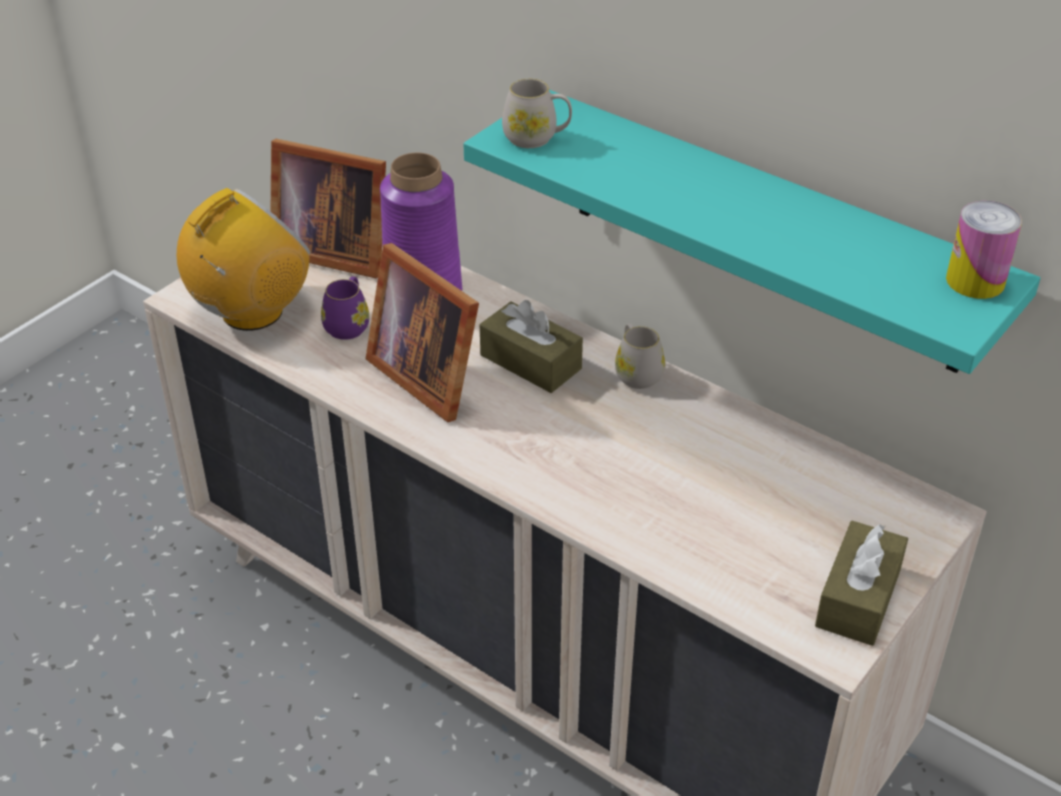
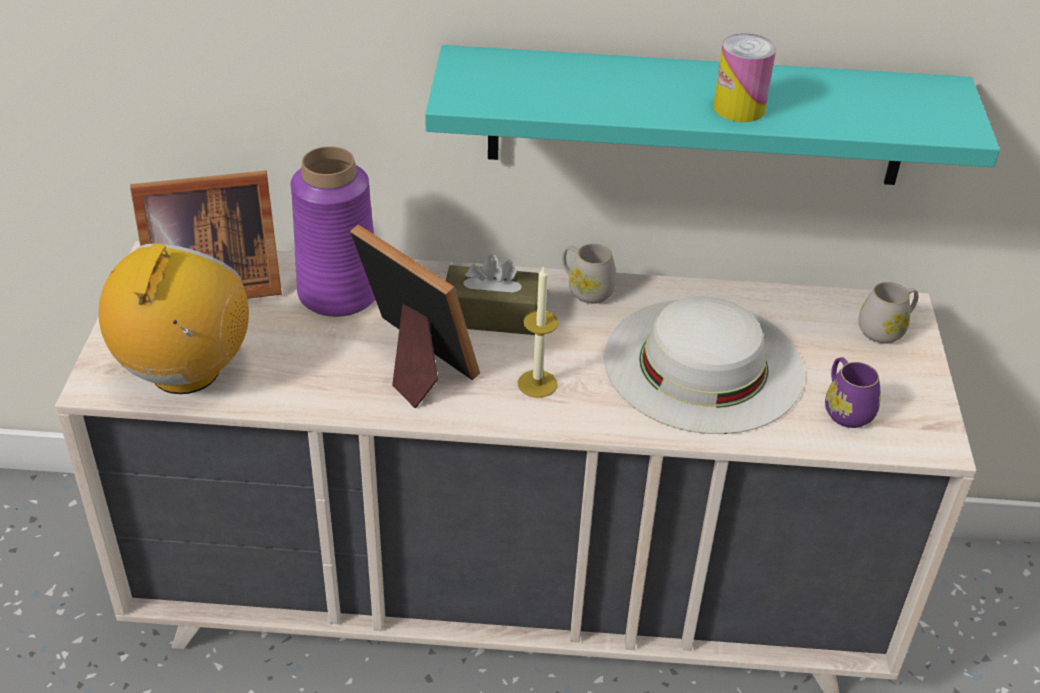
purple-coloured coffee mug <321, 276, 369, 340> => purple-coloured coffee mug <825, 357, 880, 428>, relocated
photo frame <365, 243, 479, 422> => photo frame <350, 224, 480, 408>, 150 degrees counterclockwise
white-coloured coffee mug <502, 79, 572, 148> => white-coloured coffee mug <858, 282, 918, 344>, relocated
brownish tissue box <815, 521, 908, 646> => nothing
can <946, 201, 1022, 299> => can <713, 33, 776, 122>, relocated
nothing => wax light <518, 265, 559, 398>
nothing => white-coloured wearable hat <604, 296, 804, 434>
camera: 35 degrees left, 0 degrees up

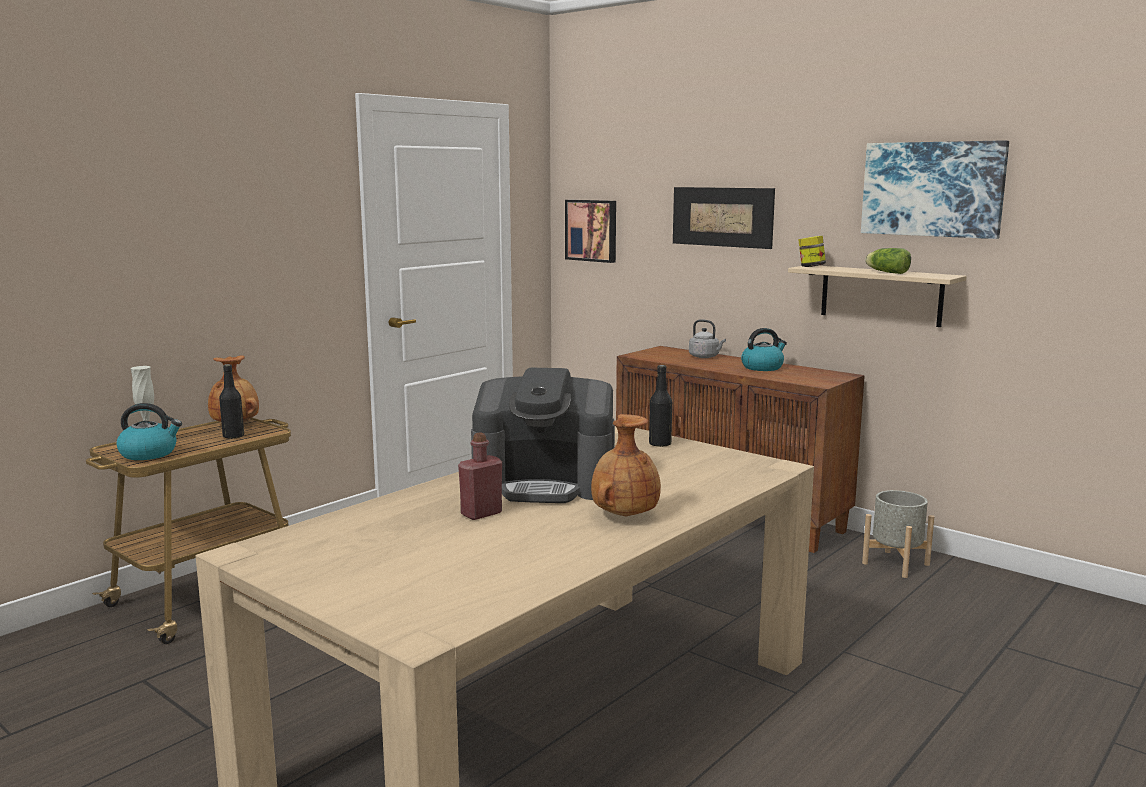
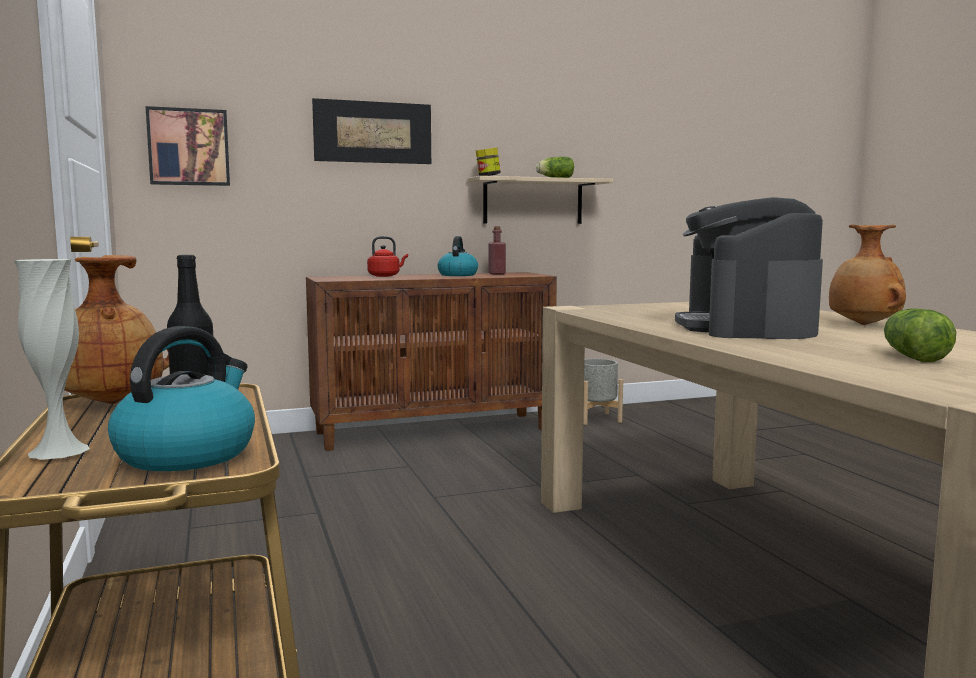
red-coloured beverage bottle <458, 433, 502, 520> => red-coloured beverage bottle <488, 226, 506, 275>, relocated
coffee maker <471, 367, 615, 503> => coffee maker <675, 197, 823, 339>, 150 degrees clockwise
black beverage bottle <649, 365, 672, 447> => nothing
greyish kettle <689, 319, 726, 358> => red-coloured kettle <367, 236, 408, 277>
picture <861, 140, 1009, 239> => nothing
nothing => lettuce <884, 308, 956, 362>
camera: 60 degrees left, 5 degrees down

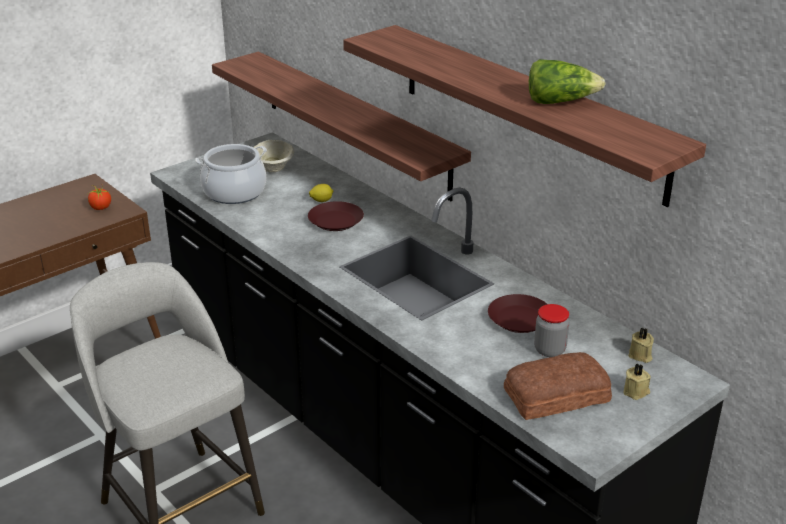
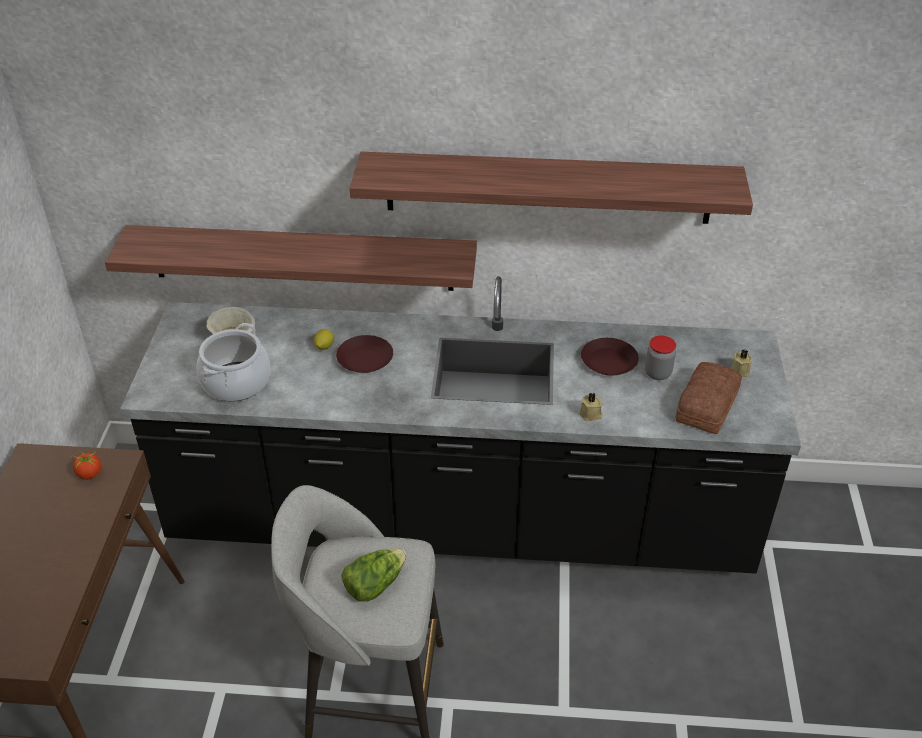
lettuce <529, 59, 606, 104> => lettuce <341, 548, 407, 602>, relocated
beige-coloured wax light <628, 328, 654, 363> => beige-coloured wax light <579, 393, 603, 421>, relocated
camera: 45 degrees left, 10 degrees up

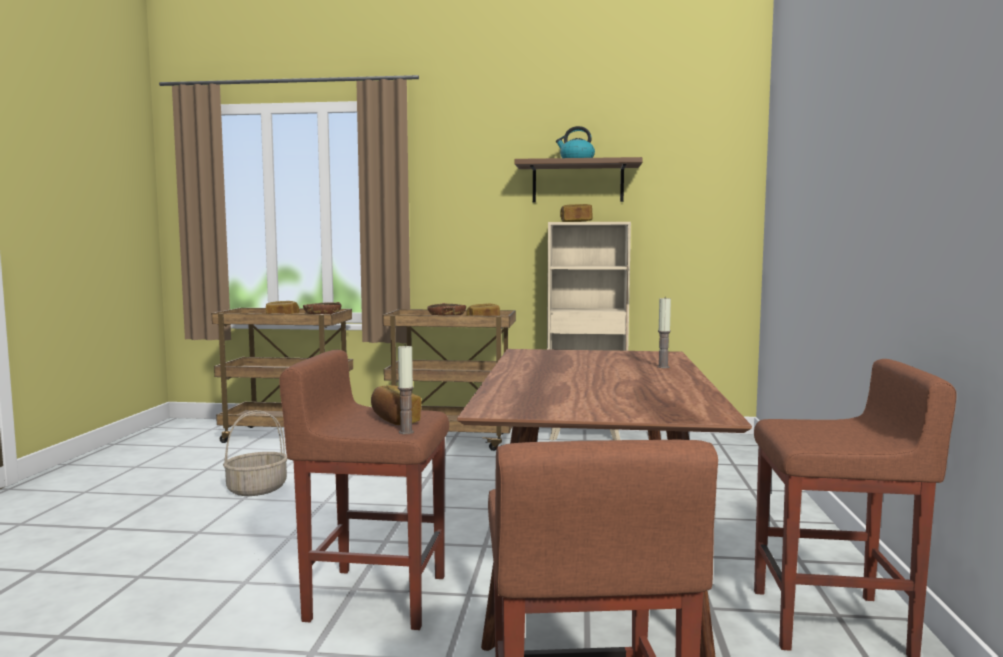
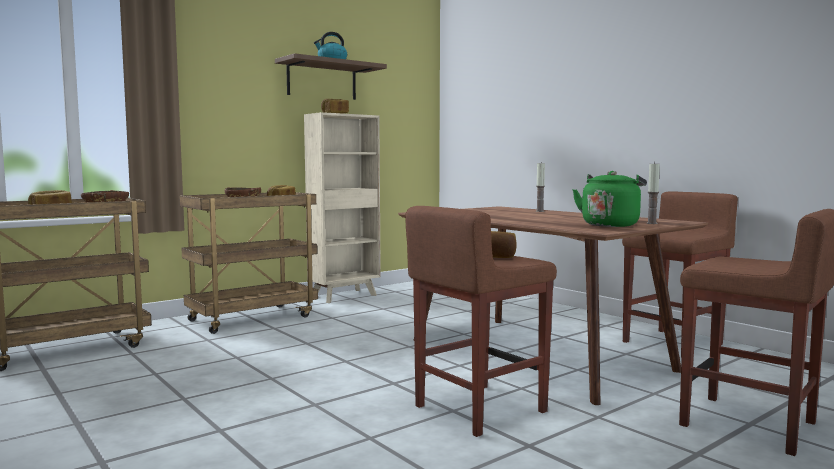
storage basket <223, 410, 288, 496> => nothing
wax light <398, 346, 414, 434> => wax light <647, 162, 660, 224>, relocated
nothing => greenish kettle <572, 171, 647, 227>
camera: 45 degrees left, 0 degrees up

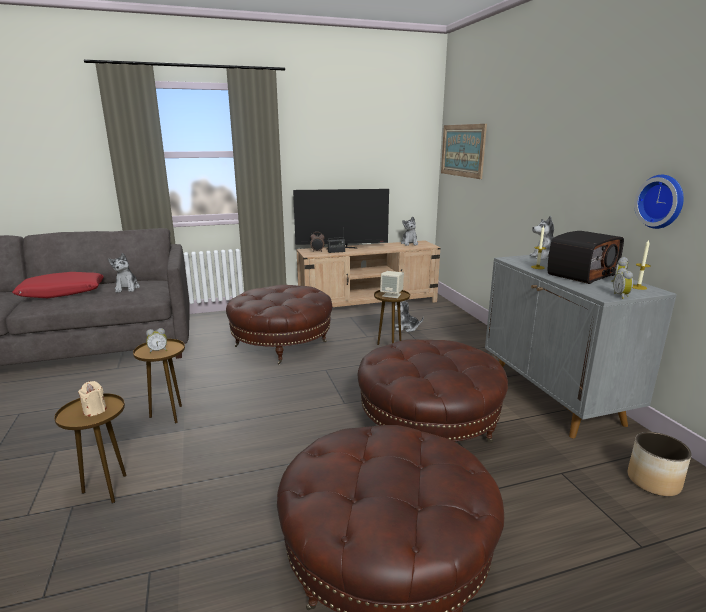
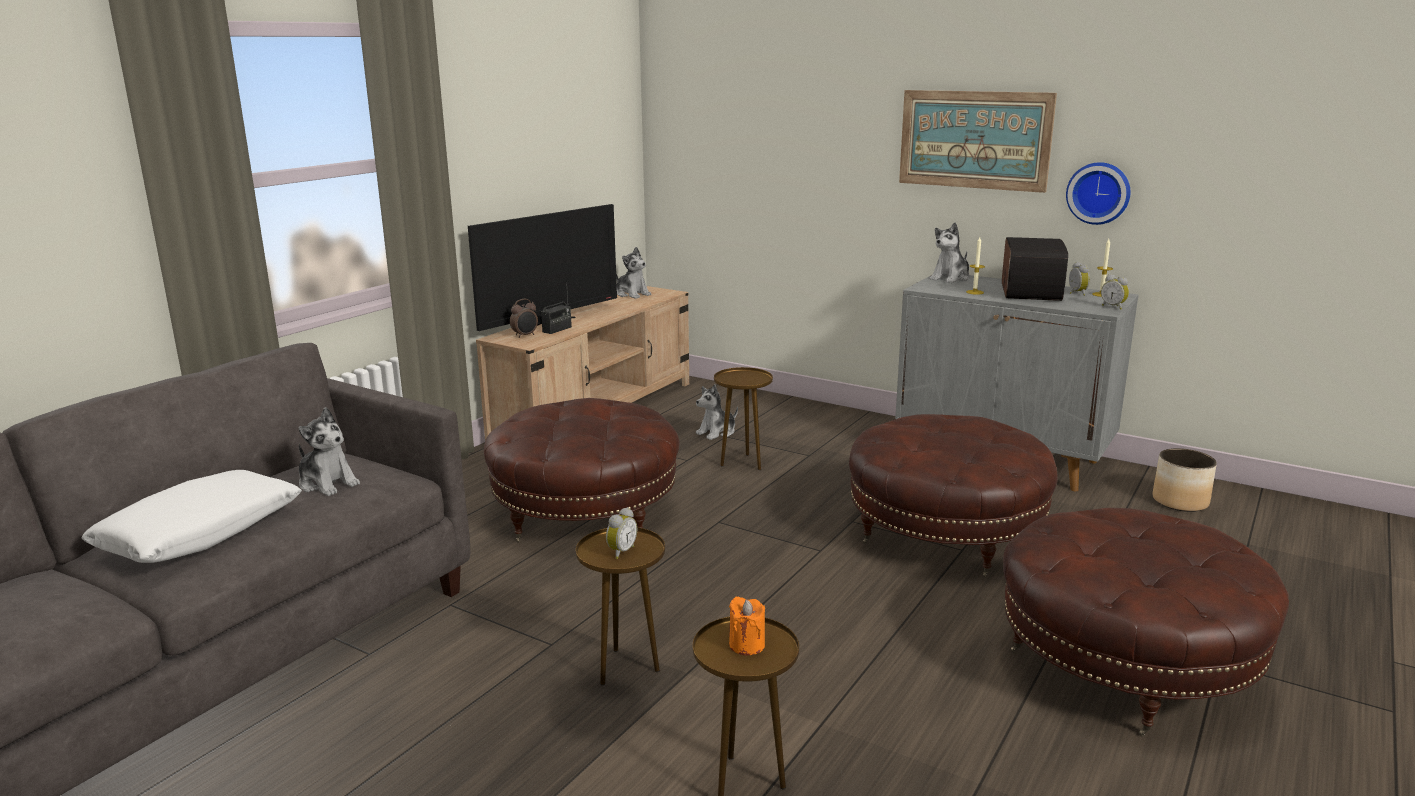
red-coloured pillow <12, 272, 104, 298> => white-coloured pillow <82, 470, 302, 563>
beige-coloured wax light <78, 381, 106, 416> => orange wax light <729, 597, 765, 655>
beige-coloured loudspeaker <380, 271, 404, 298> => nothing
picture <441, 124, 487, 179> => picture <899, 90, 1057, 193>, relocated
camera: 40 degrees left, 0 degrees up

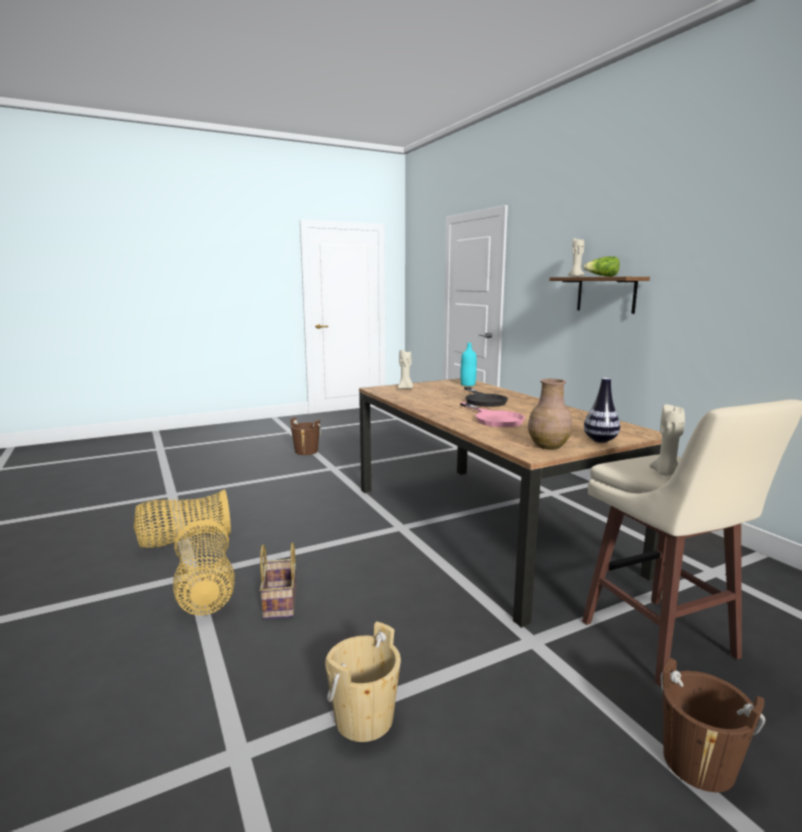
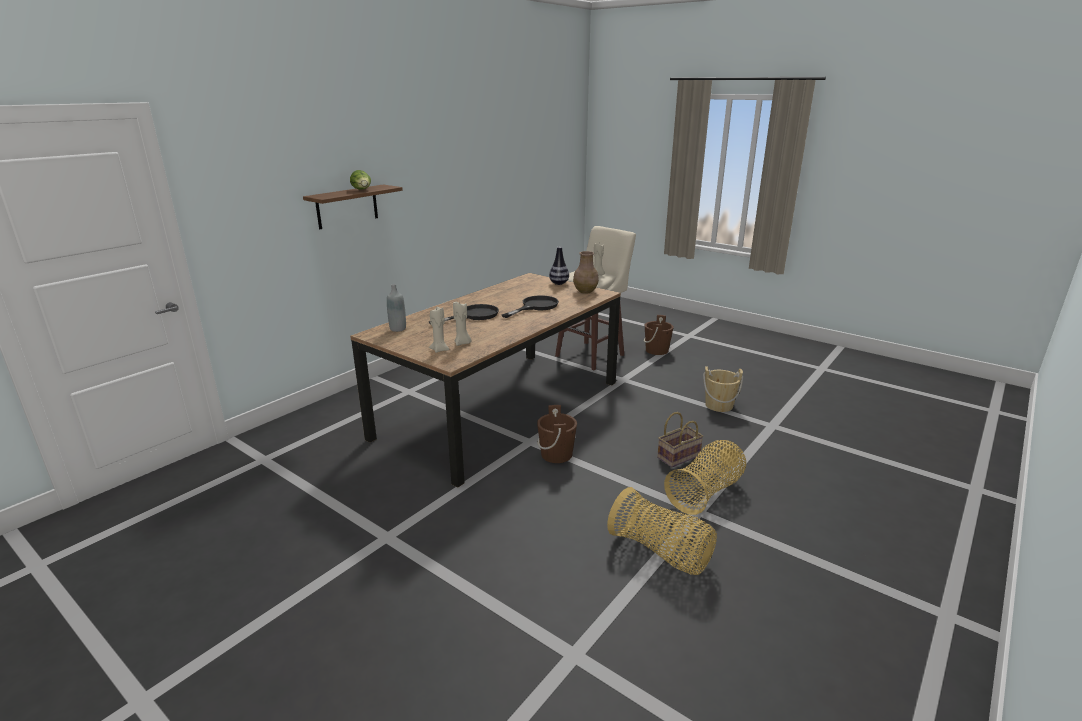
brownish pail <290, 417, 321, 455> => brownish pail <537, 405, 577, 463>, relocated
pinkish skillet <460, 402, 525, 427> => black skillet <502, 295, 559, 318>
blue-green beverage bottle <461, 343, 477, 386> => greyish beverage bottle <387, 284, 406, 332>
beige-coloured wax light <568, 238, 585, 277> => beige-coloured wax light <453, 301, 471, 346>, relocated
camera: 115 degrees left, 10 degrees up

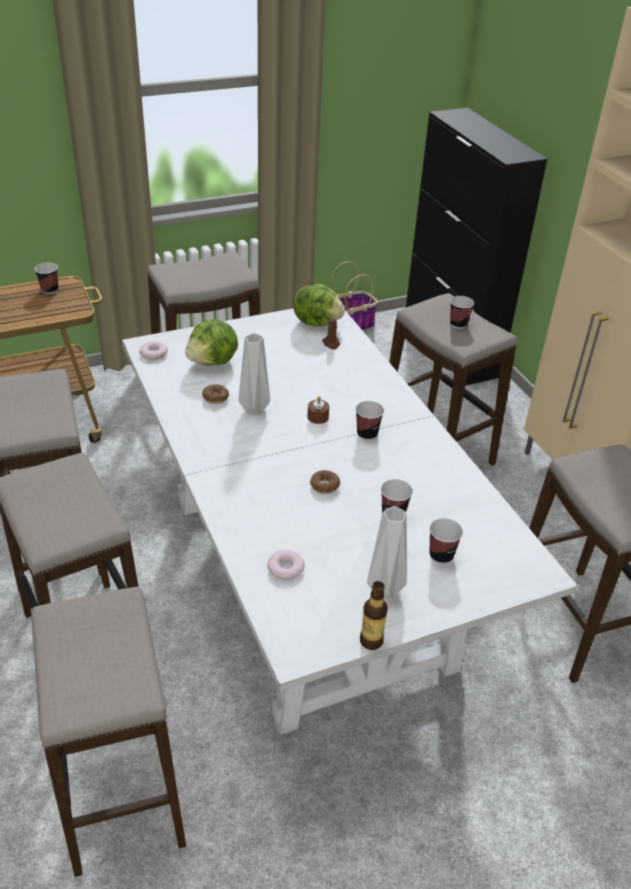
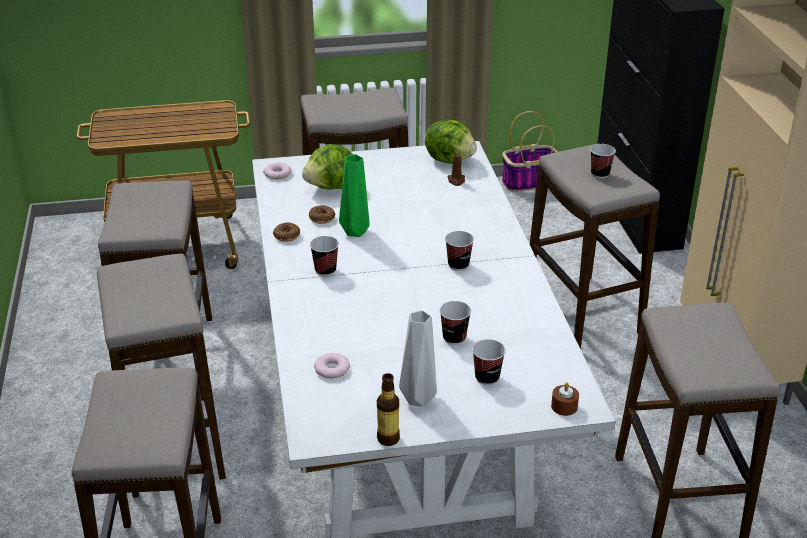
cup <34, 262, 58, 294> => cup <310, 236, 339, 276>, relocated
greyish decorative vase <239, 333, 270, 415> => greenish decorative vase <339, 154, 370, 237>
brownish wax light <307, 396, 329, 424> => brownish wax light <551, 382, 579, 416>, relocated
doughnut <310, 470, 340, 494> => doughnut <273, 222, 300, 242>, relocated
camera: 15 degrees right, 5 degrees down

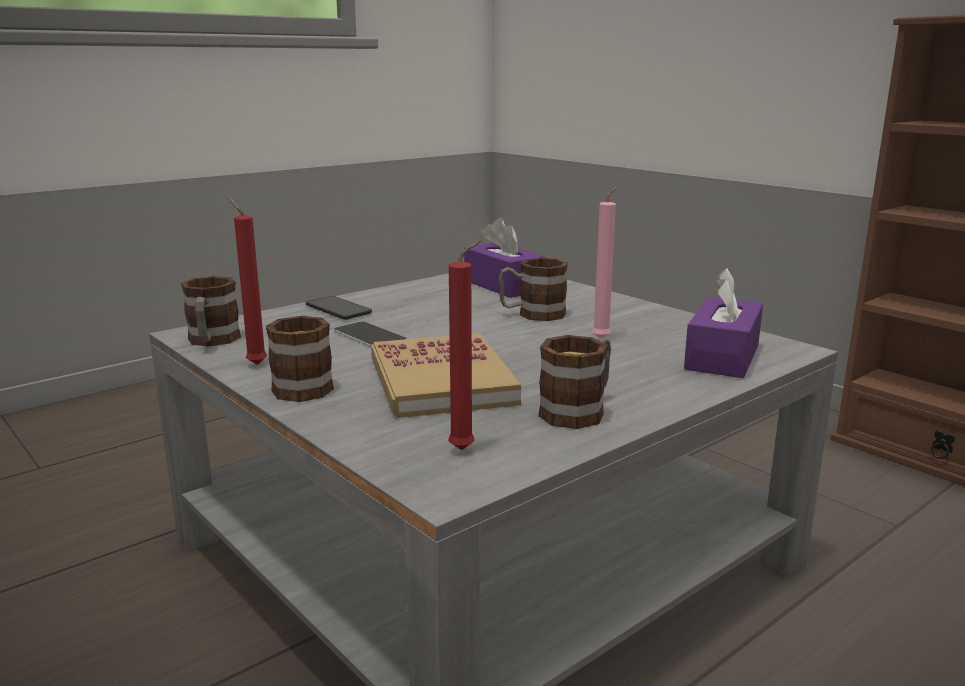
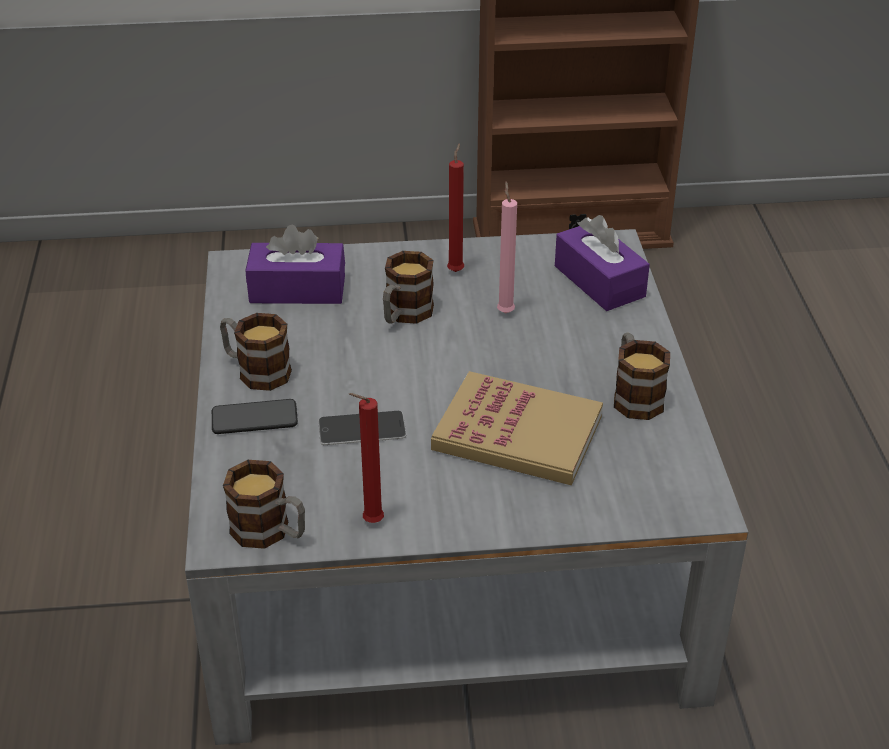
coffee mug <266, 315, 334, 402> => coffee mug <220, 313, 292, 391>, relocated
red-coloured wax light <449, 240, 482, 450> => red-coloured wax light <447, 143, 464, 272>, relocated
camera: 55 degrees left, 20 degrees up

